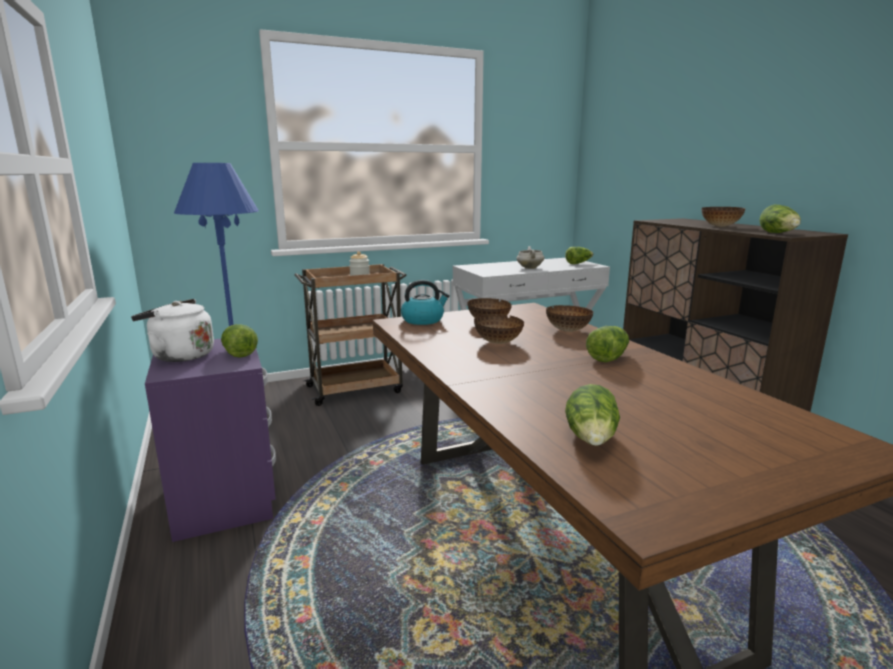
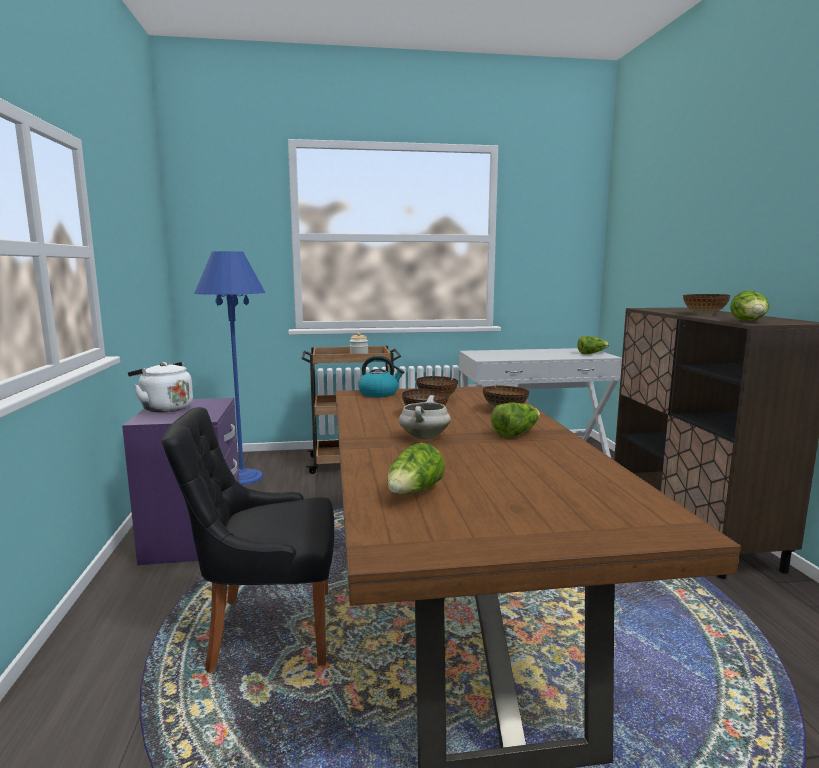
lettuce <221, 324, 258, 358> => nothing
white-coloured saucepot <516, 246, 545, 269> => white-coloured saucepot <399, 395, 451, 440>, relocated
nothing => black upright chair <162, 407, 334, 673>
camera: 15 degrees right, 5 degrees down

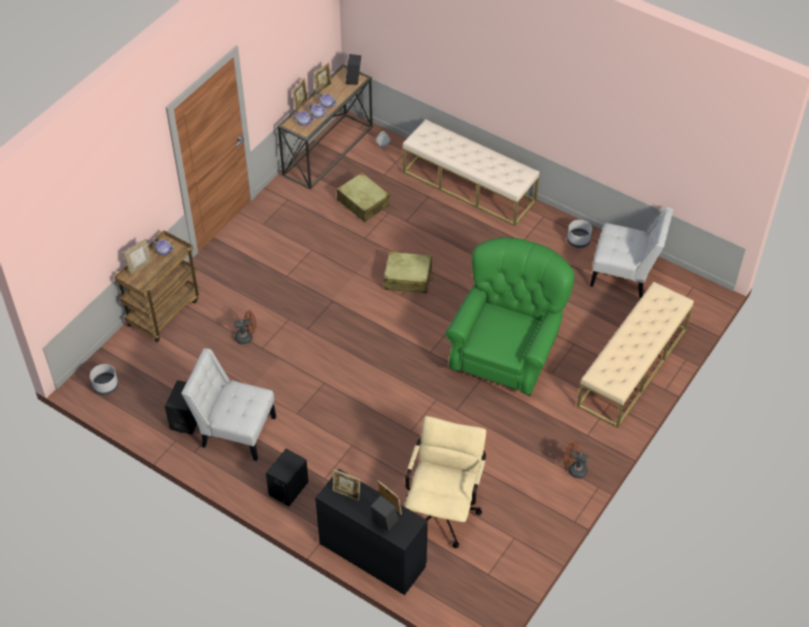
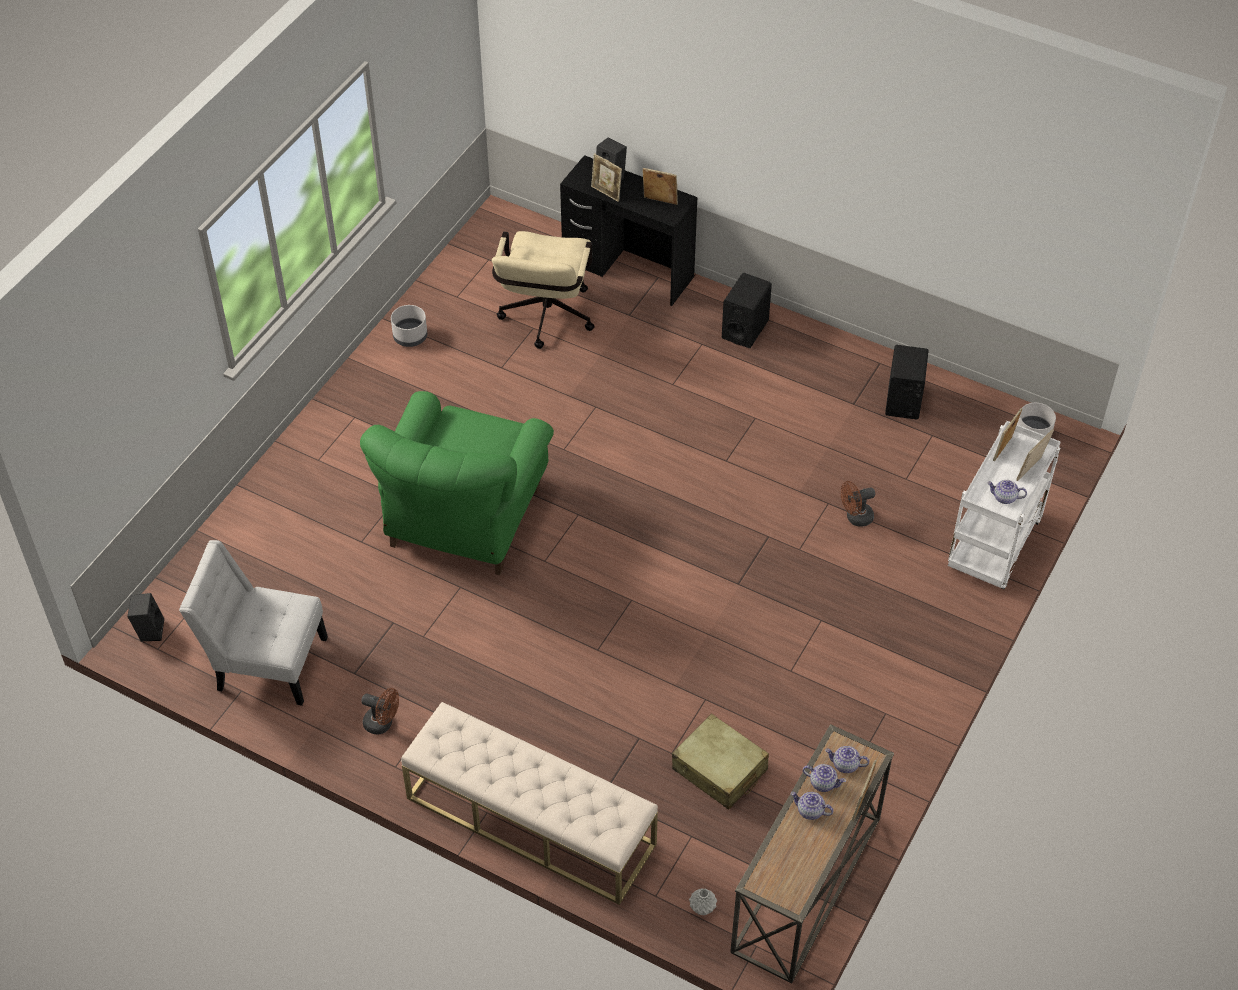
brownish cart <114, 230, 200, 342> => white-coloured cart <948, 421, 1061, 589>
white-coloured upright chair <181, 348, 276, 461> => nothing
photo frame <313, 62, 332, 96> => photo frame <993, 408, 1022, 461>, relocated
black loudspeaker <346, 54, 361, 85> => black loudspeaker <127, 593, 164, 642>, relocated
beige-coloured suitcase <384, 252, 433, 293> => nothing
brownish electric fan <564, 442, 589, 479> => brownish electric fan <361, 688, 399, 734>, relocated
greyish plant pot <567, 220, 592, 248> => greyish plant pot <391, 305, 427, 347>, relocated
beige-coloured bench <577, 282, 694, 428> => nothing
camera: 175 degrees right, 0 degrees up

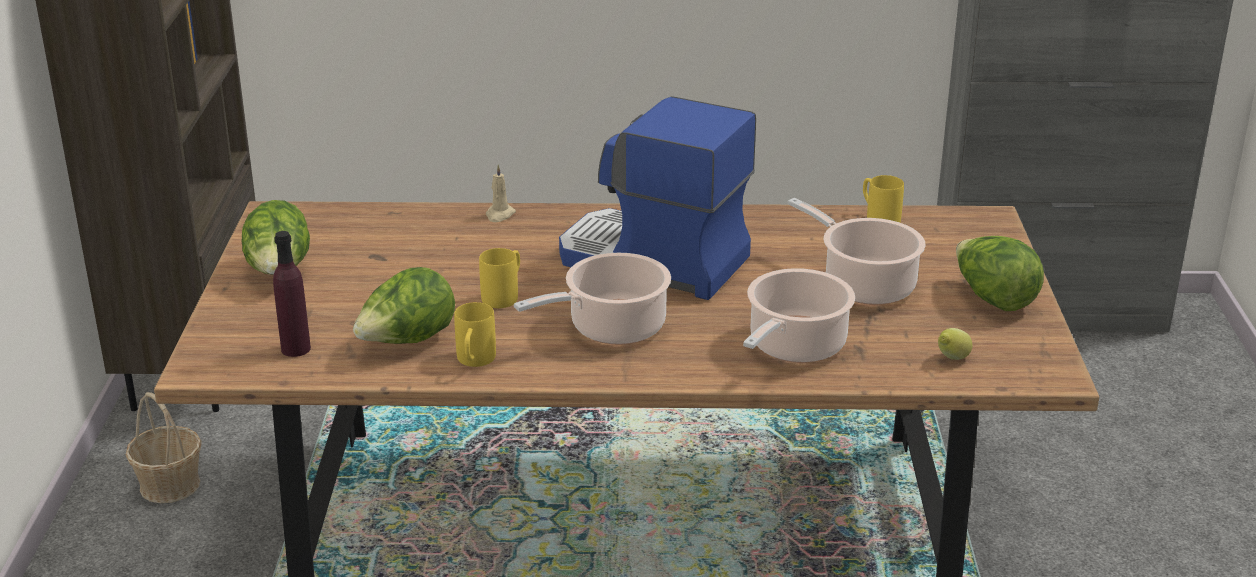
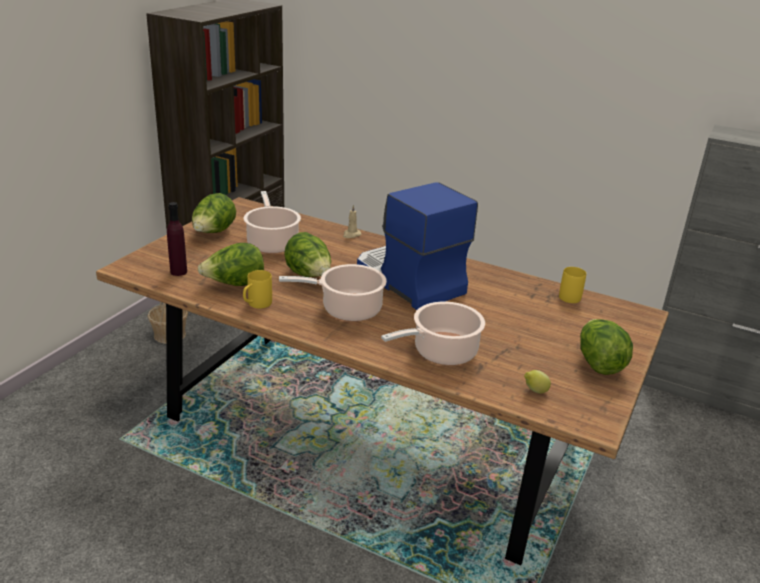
yellow coffee mug <479, 248, 520, 308> => lettuce <284, 232, 331, 277>
saucepot <788, 198, 925, 305> => saucepot <244, 191, 301, 253>, relocated
camera: 25 degrees right, 0 degrees up

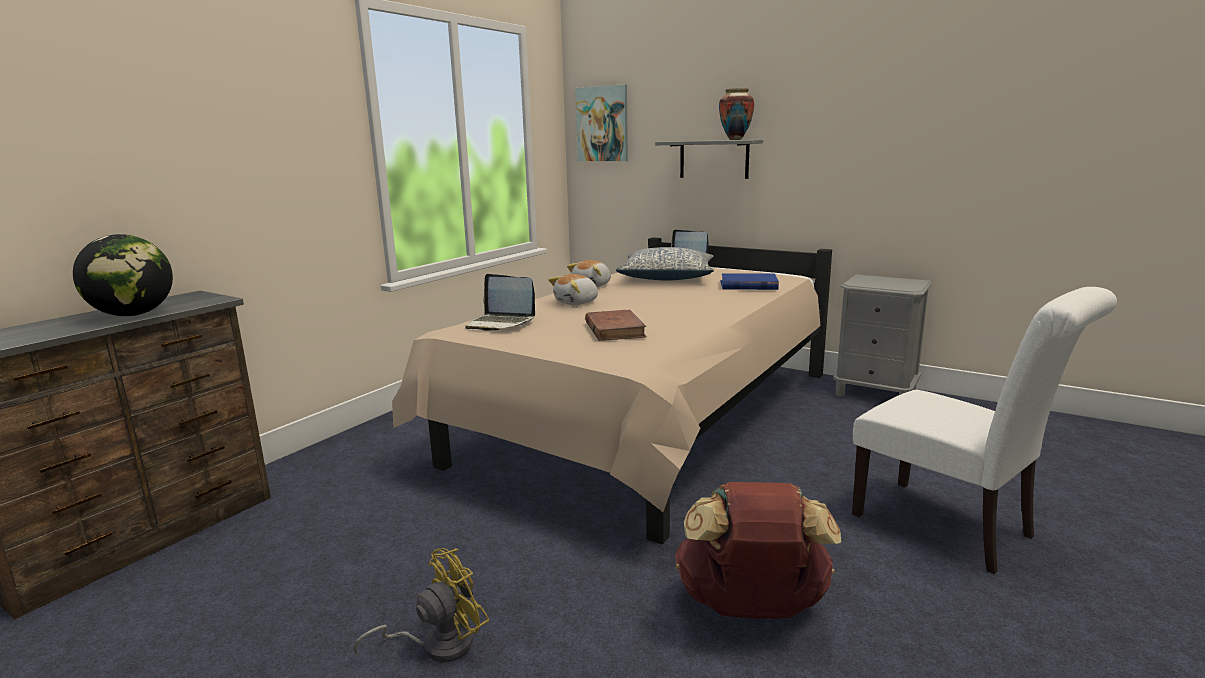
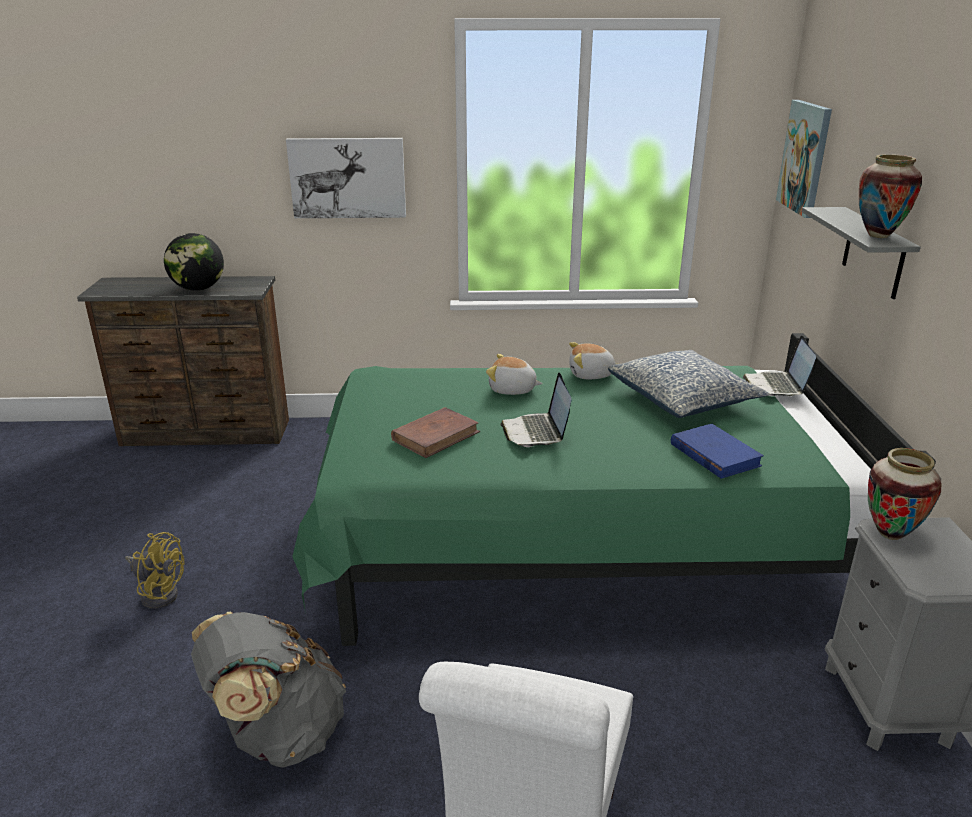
beige-coloured sleeping bed <392, 237, 832, 544> => greenish sleeping bed <292, 333, 936, 646>
portable computer <465, 274, 535, 331> => portable computer <500, 373, 571, 447>, relocated
brownish rucksack <675, 482, 841, 619> => greyish rucksack <191, 611, 346, 768>
nothing => picture <286, 138, 406, 218>
nothing => decorative vase <868, 448, 941, 540>
camera: 55 degrees right, 10 degrees up

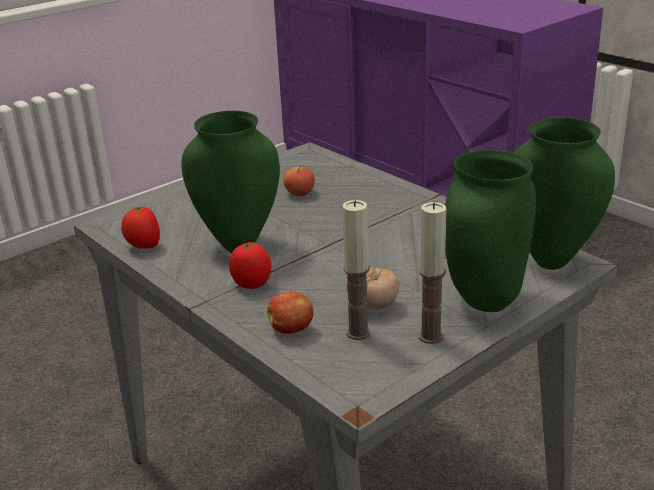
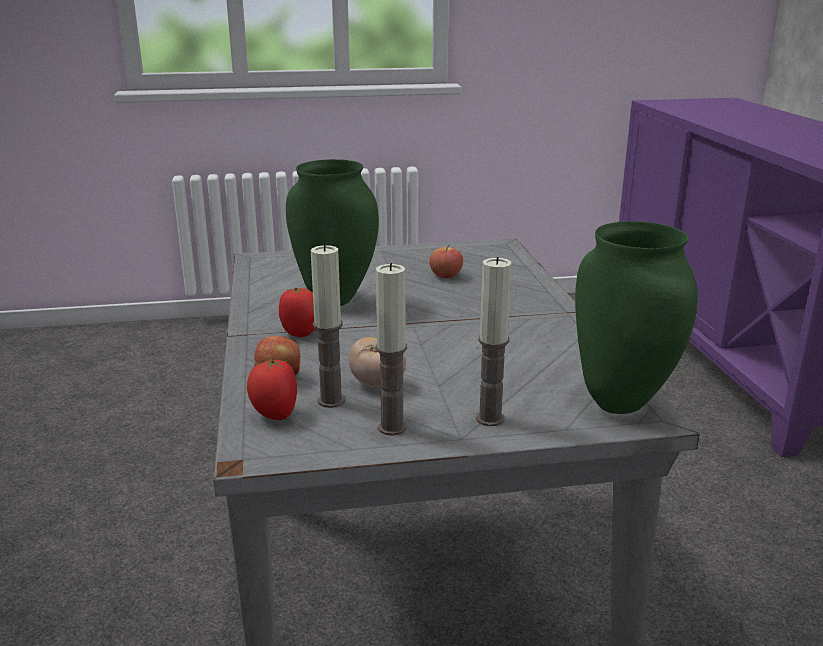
whole tomato <121, 207, 160, 249> => whole tomato <247, 358, 297, 420>, relocated
greenish decorative vase <445, 150, 536, 312> => wax light <476, 257, 512, 426>
camera: 30 degrees right, 5 degrees down

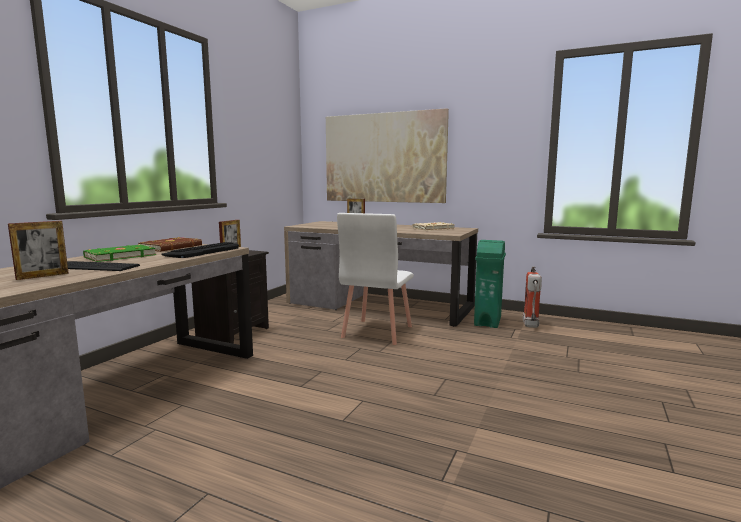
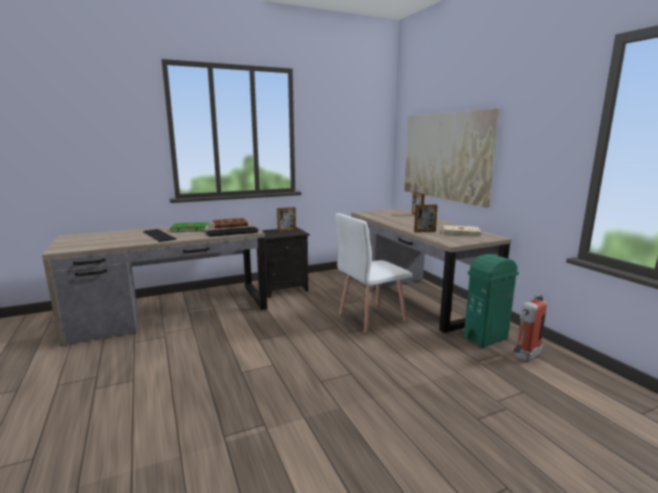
photo frame <8, 221, 69, 280> => photo frame <414, 204, 438, 232>, relocated
camera: 40 degrees right, 5 degrees up

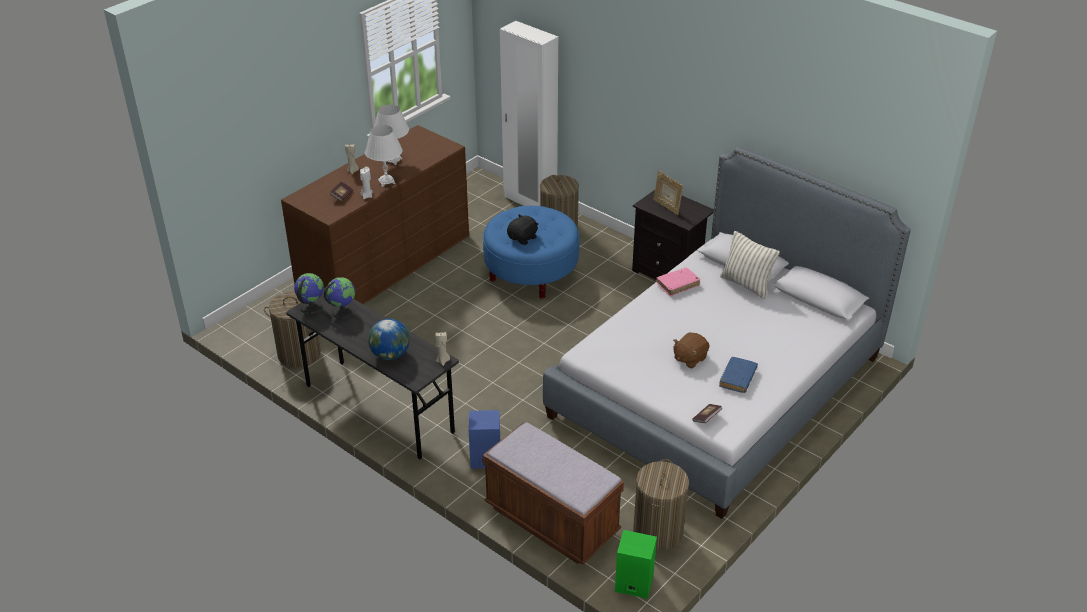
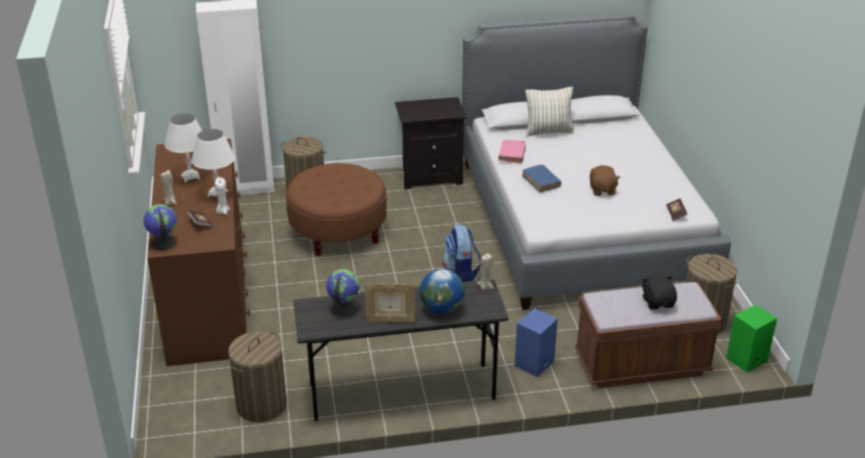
world globe <294, 273, 324, 314> => world globe <143, 204, 177, 250>, relocated
blue ottoman <483, 206, 580, 299> => brownish ottoman <286, 163, 387, 256>
black cuddly toy <507, 214, 538, 245> => black cuddly toy <642, 274, 677, 310>, relocated
photo frame <654, 171, 683, 215> => photo frame <364, 283, 415, 322>, relocated
blue volume <719, 357, 758, 393> => blue volume <522, 165, 561, 193>, relocated
nothing => rucksack <442, 224, 481, 282>
camera: 50 degrees left, 5 degrees down

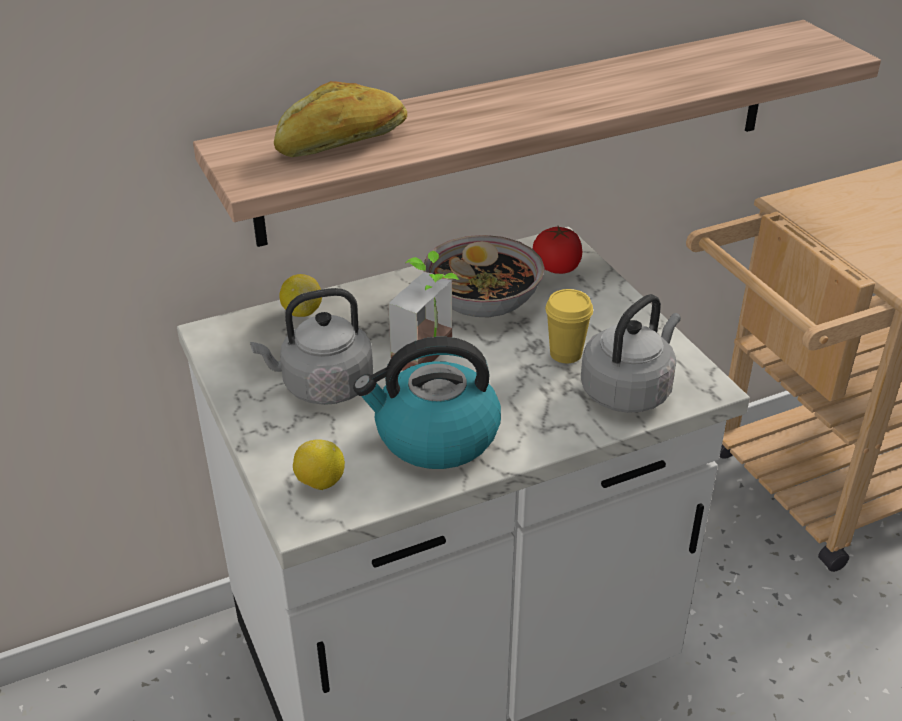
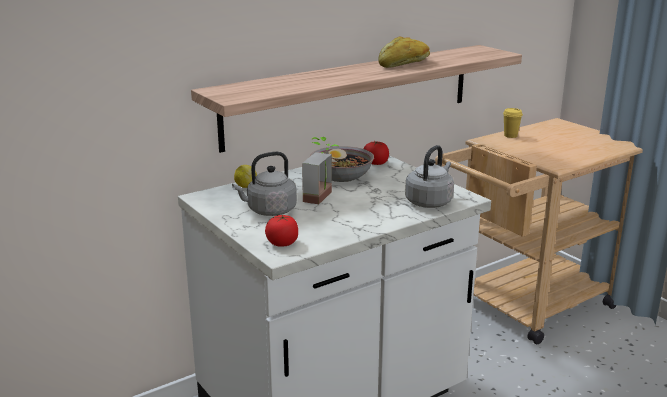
bakery bread <274, 81, 407, 157> => bakery bread <379, 36, 430, 68>, relocated
citrus fruit <293, 440, 345, 490> => whole tomato <265, 215, 298, 247>
kettle <353, 337, 501, 469> => nothing
yellow cup <545, 289, 593, 363> => yellow cup <503, 108, 523, 138>, relocated
camera: 10 degrees left, 15 degrees down

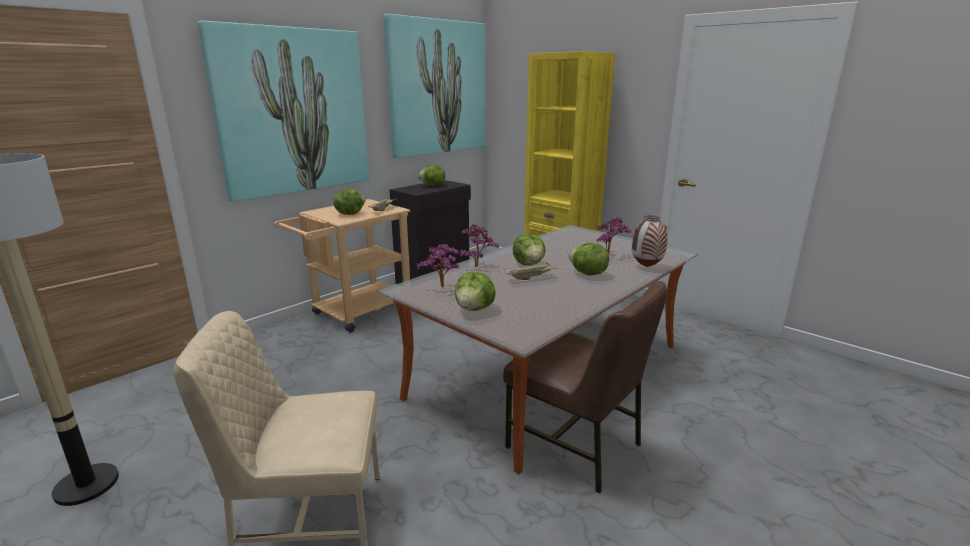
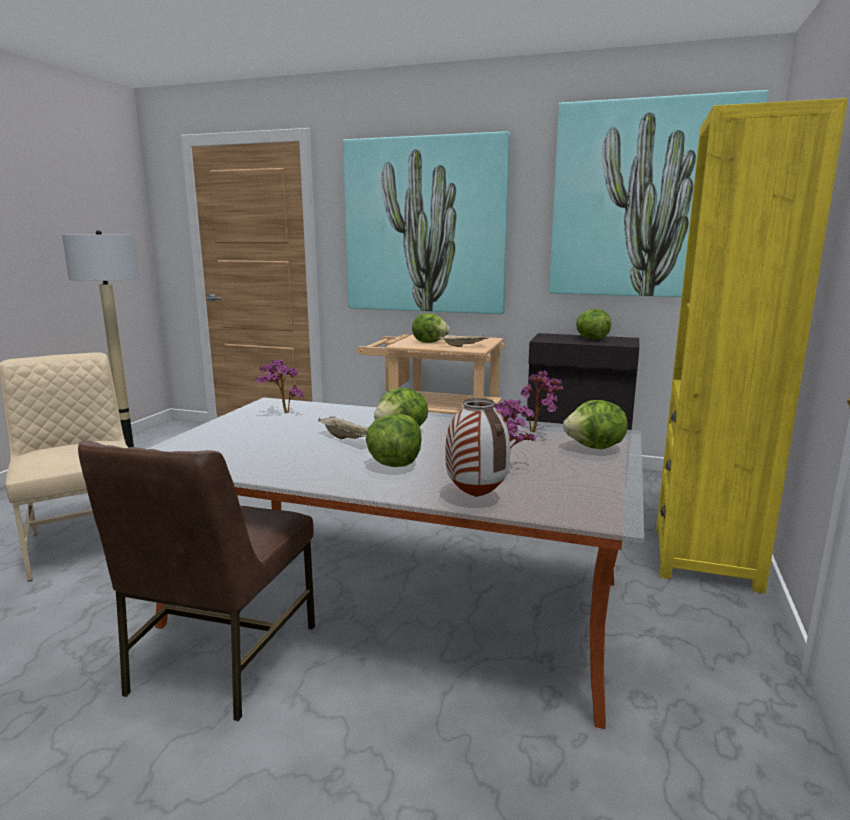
lettuce <455, 272, 496, 311> => lettuce <563, 400, 627, 449>, relocated
houseplant <459, 224, 499, 267> => houseplant <517, 370, 563, 432>, relocated
camera: 65 degrees right, 5 degrees down

